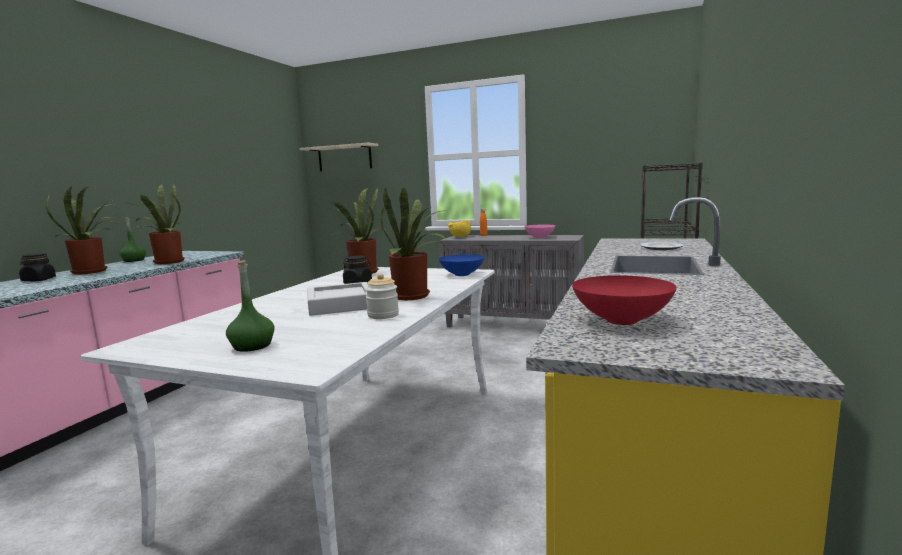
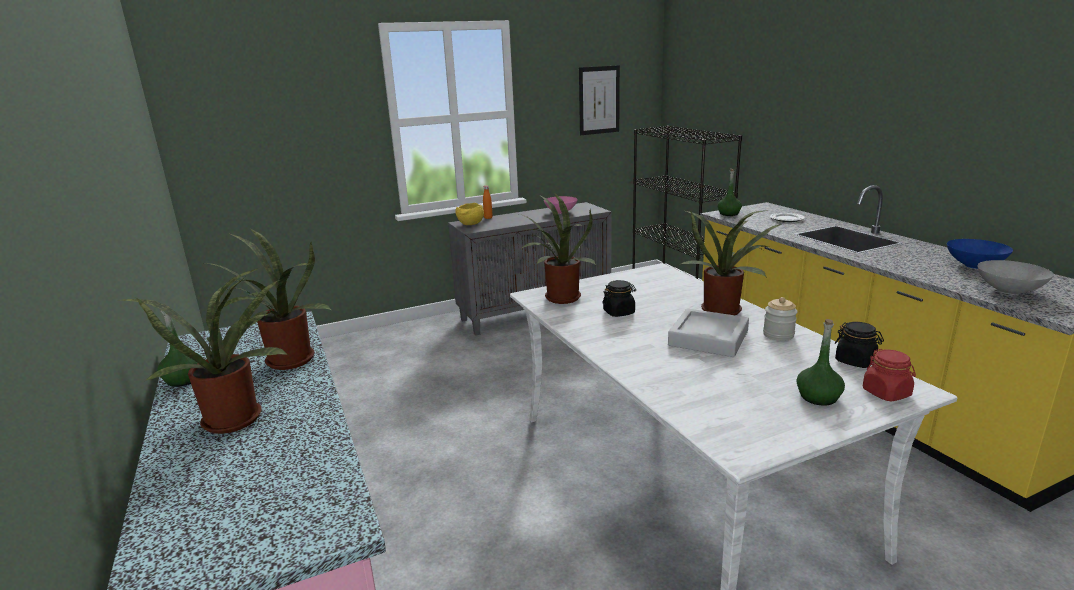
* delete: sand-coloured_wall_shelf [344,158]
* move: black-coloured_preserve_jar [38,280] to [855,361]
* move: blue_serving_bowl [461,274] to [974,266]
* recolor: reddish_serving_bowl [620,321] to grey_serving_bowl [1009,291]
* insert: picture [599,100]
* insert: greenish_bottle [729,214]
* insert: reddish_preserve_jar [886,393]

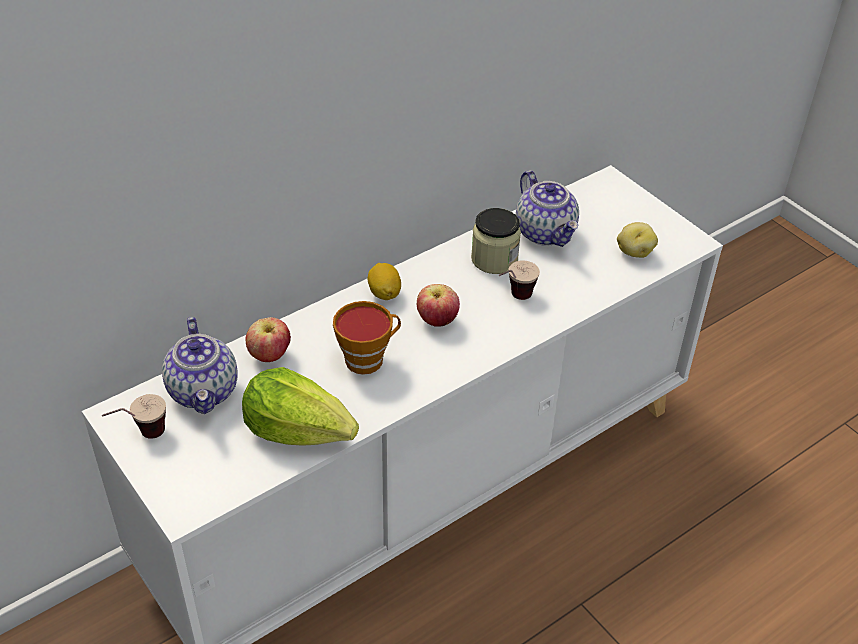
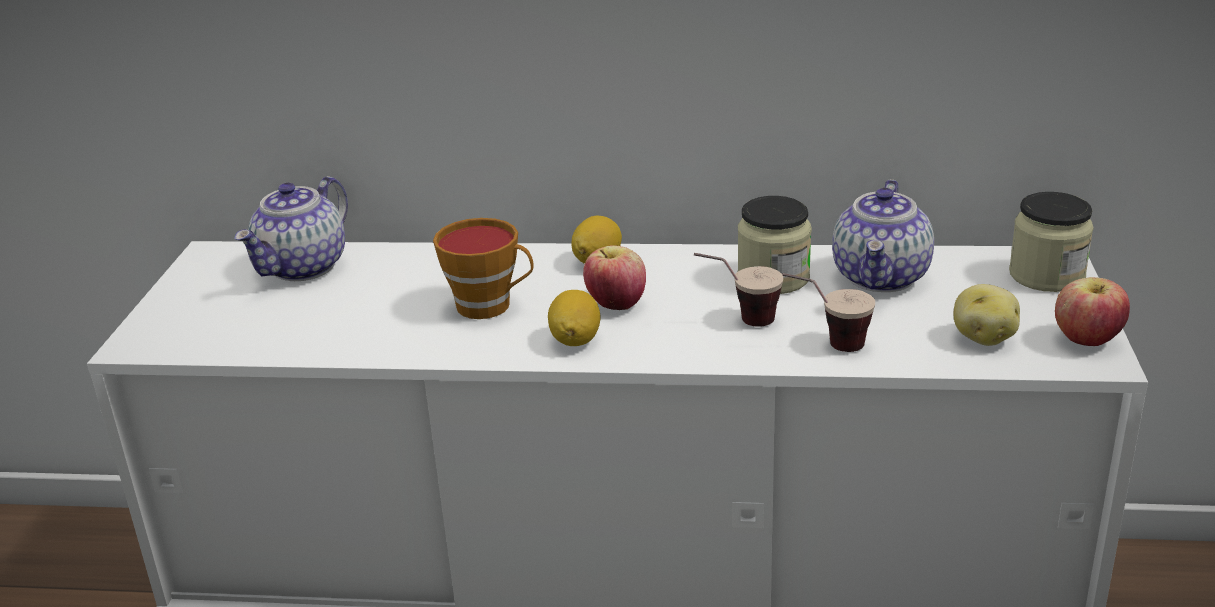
* move: whole_apple [270,355] to [1087,340]
* delete: head_of_lettuce [299,430]
* move: cup [140,437] to [826,345]
* insert: preserve_jar [1046,275]
* insert: whole_lemon [575,340]

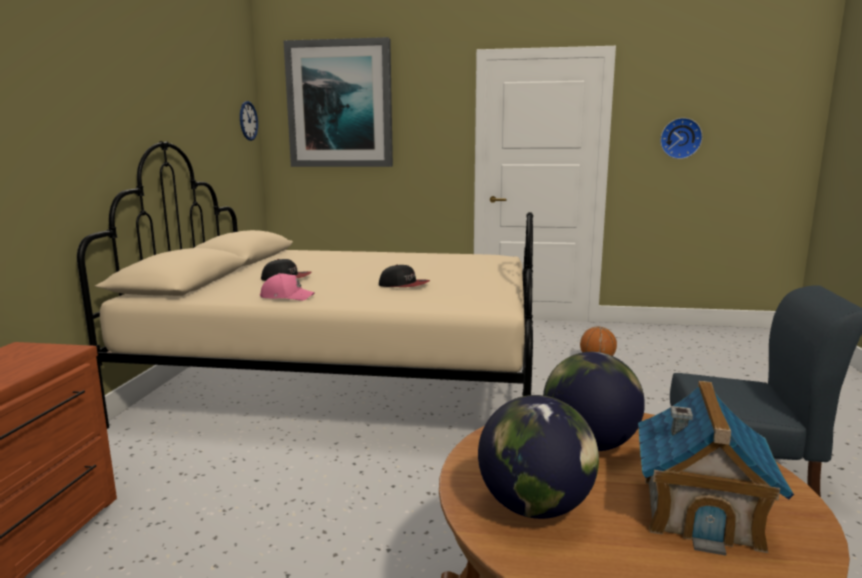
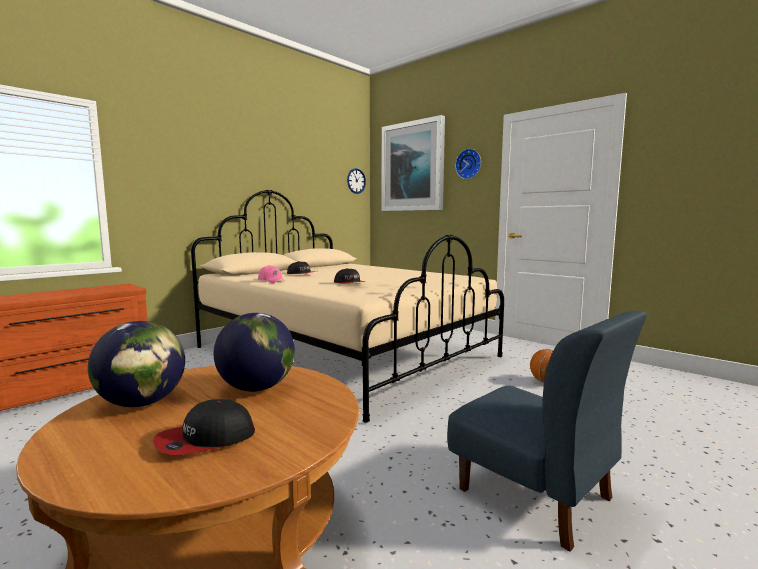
* move: clock_on_the_wall [680,138] to [469,164]
* replace: toy_house [701,511] to peaked_cap [206,439]

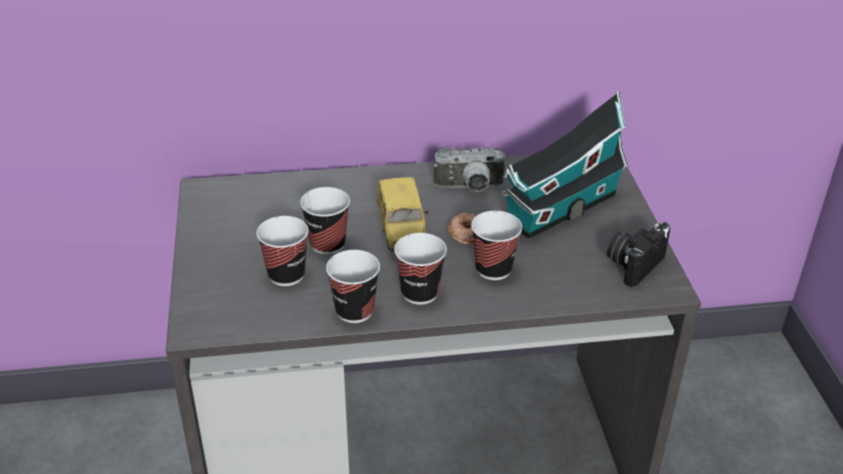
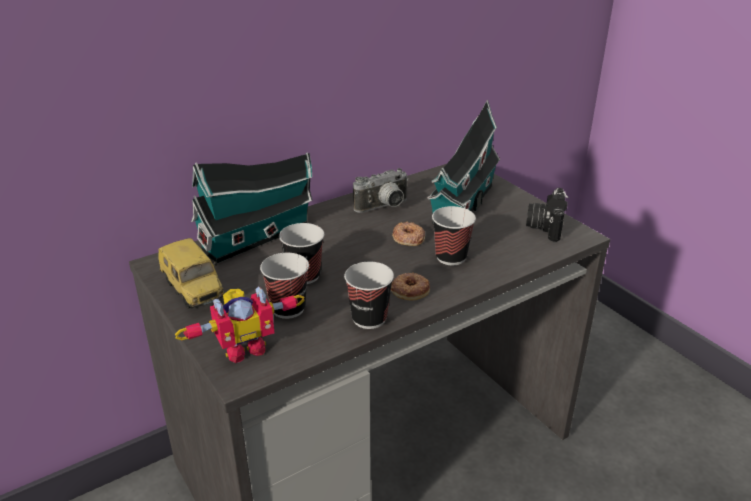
* move: miniature_car [403,233] to [195,291]
* replace: cup [420,293] to doughnut [410,290]
* insert: toy_house [260,236]
* insert: model_robot [244,348]

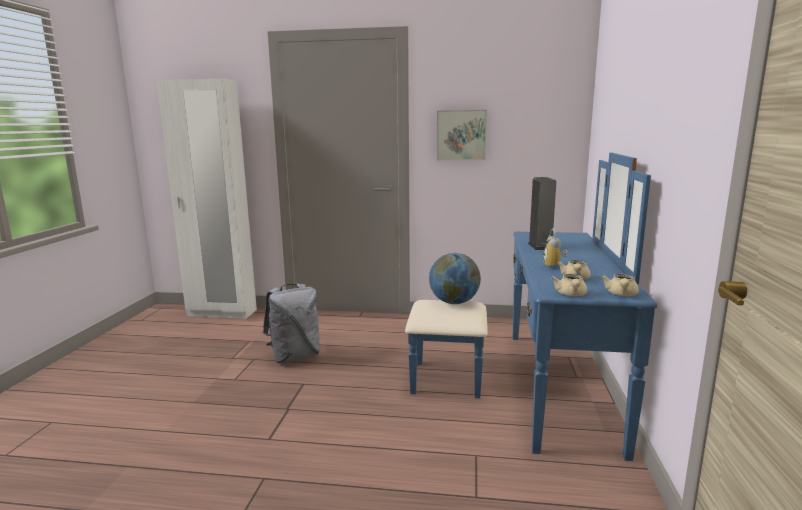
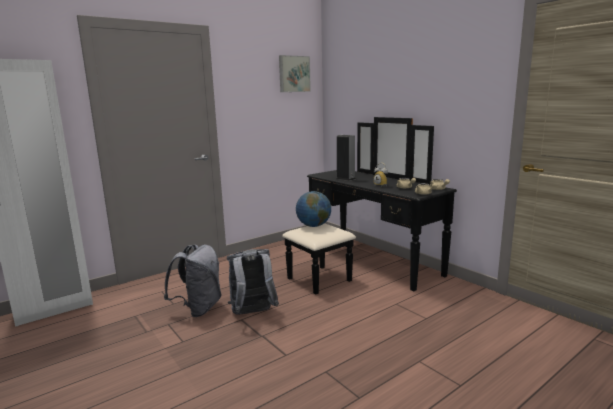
* move: picture [461,135] to [293,74]
* recolor: blue_chest_of_drawers [532,384] to black-coloured_chest_of_drawers [361,264]
* insert: grey_rucksack [253,314]

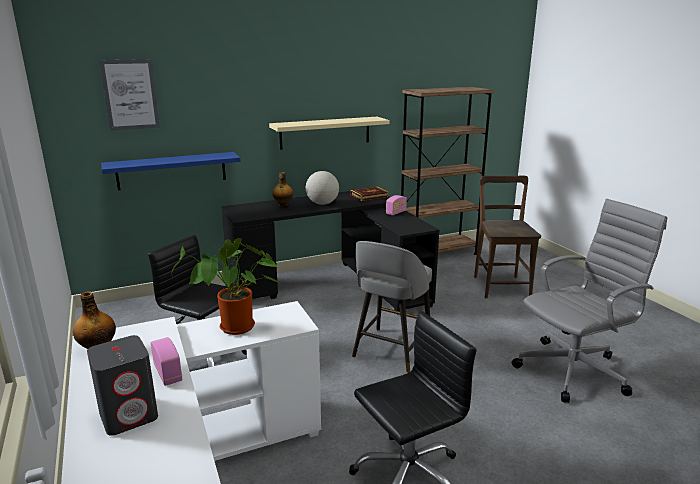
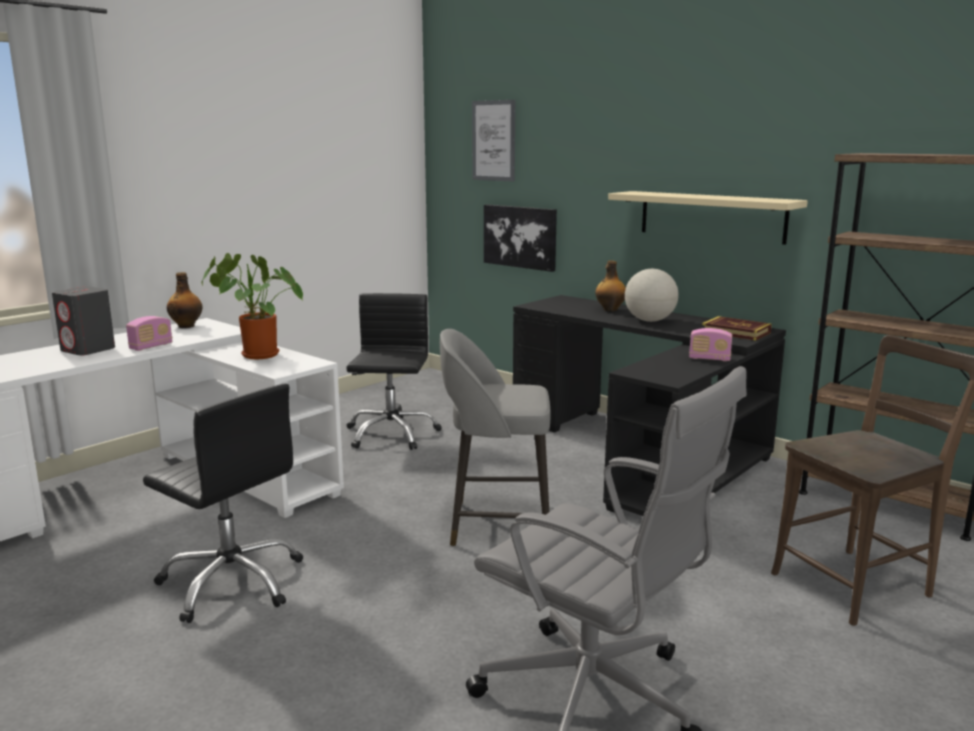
* replace: blue_wall_shelf [172,170] to picture [520,236]

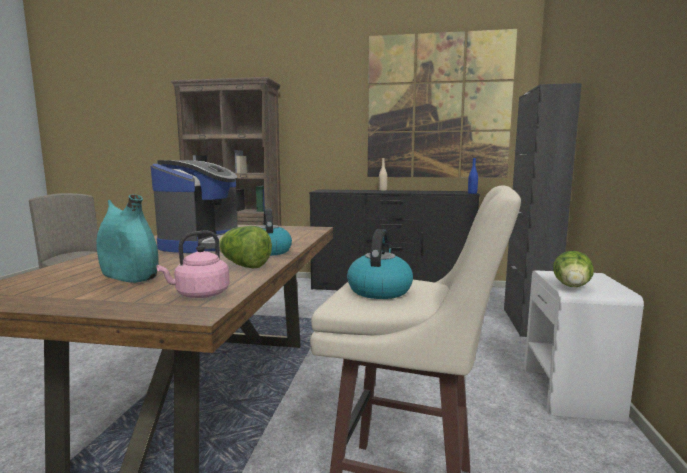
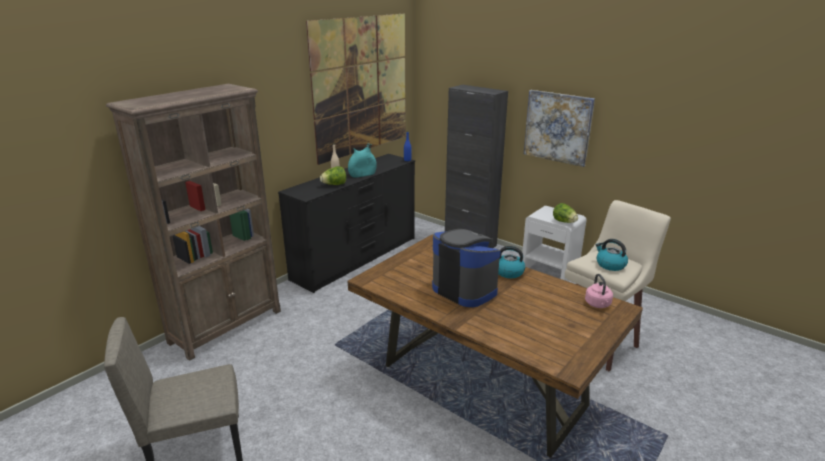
* move: turquoise_decorative_vase [129,277] to [362,175]
* move: head_of_lettuce [244,266] to [334,185]
* insert: picture [558,127]

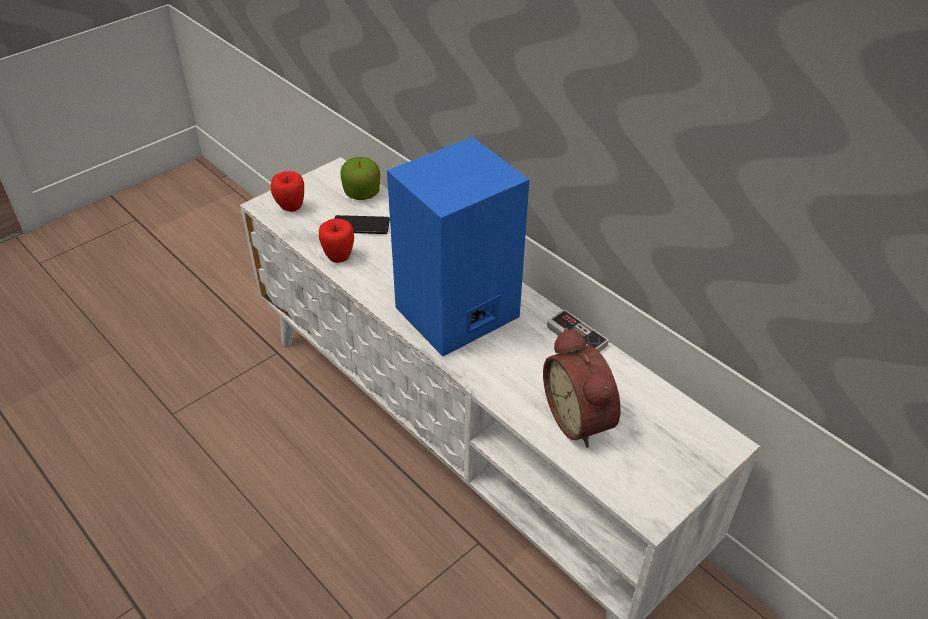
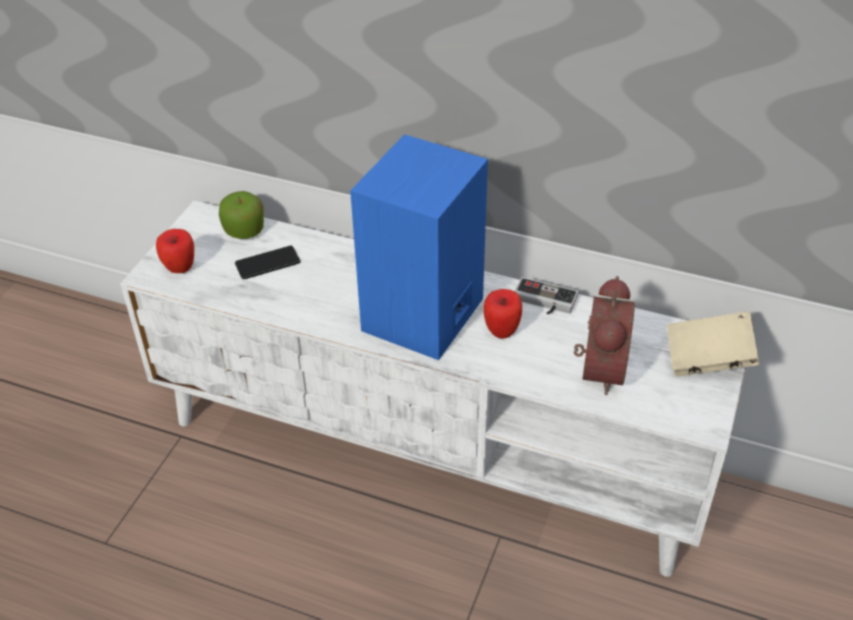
* move: whole_apple [339,257] to [501,331]
* rotate: bedside_clock [581,418] = [598,369] 120 degrees counterclockwise
* insert: sand-coloured_book [707,359]

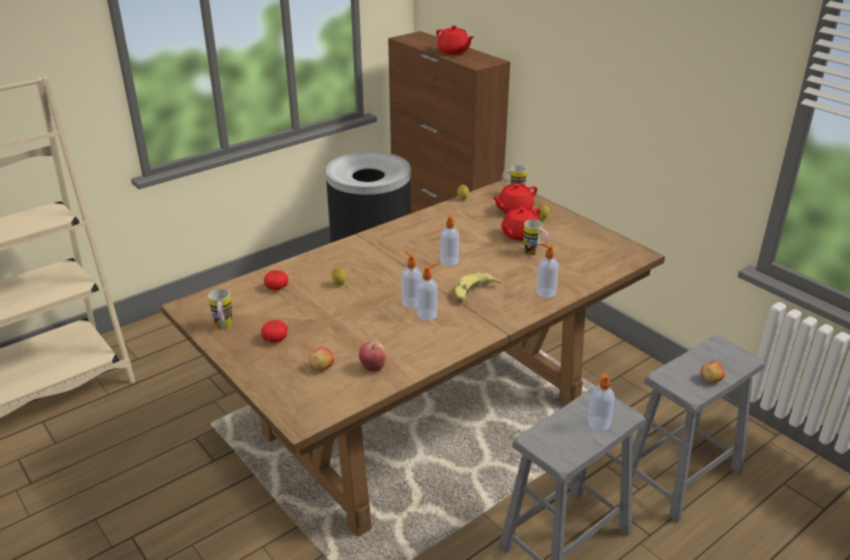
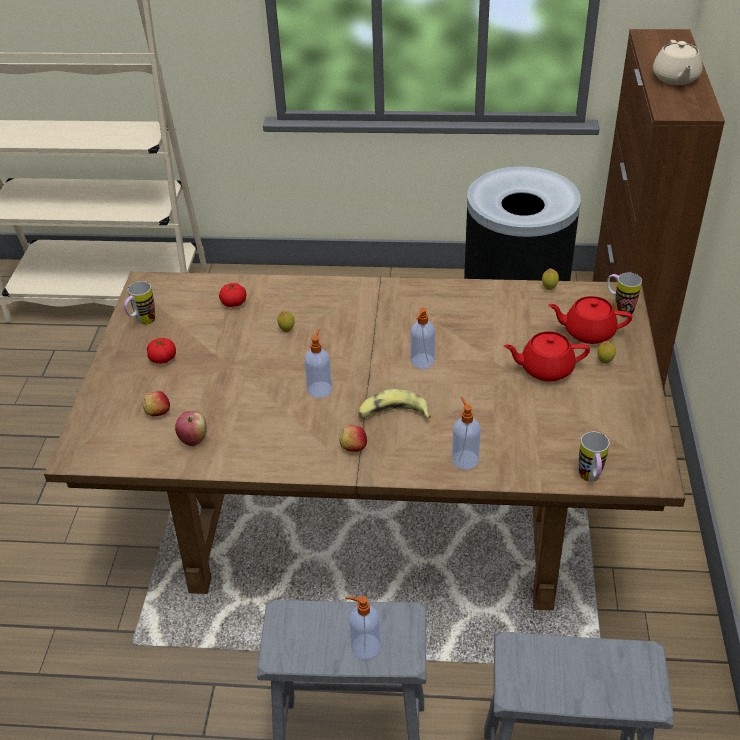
* recolor: reddish_tea_pot [454,51] to sand-coloured_tea_pot [675,78]
* move: tea_mug [534,253] to [590,480]
* delete: liquid_soap_bottle [427,314]
* move: whole_apple [711,379] to [353,446]

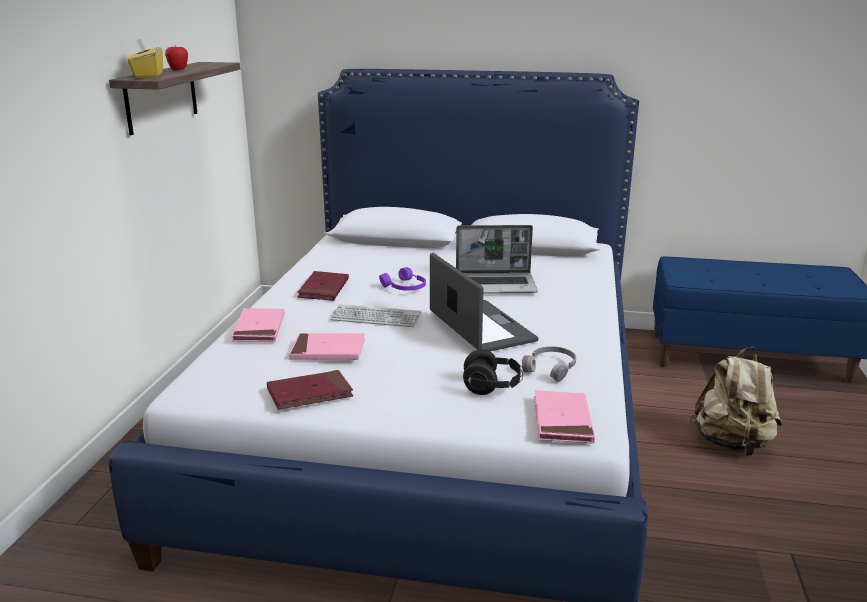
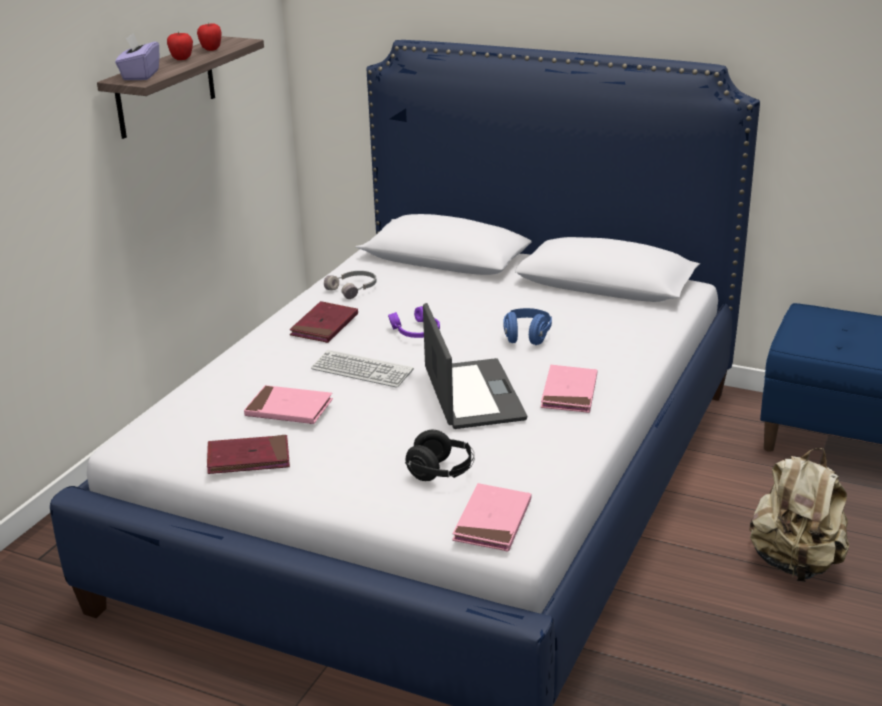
* recolor: yellowish_tissue_holder [148,76] to purple_tissue_holder [140,75]
* replace: notebook_computer [496,285] to blue_pair_of_headphones [526,337]
* move: pinkish_book [259,328] to [569,392]
* move: grey_pair_of_headphones [551,368] to [354,289]
* insert: whole_apple [211,49]

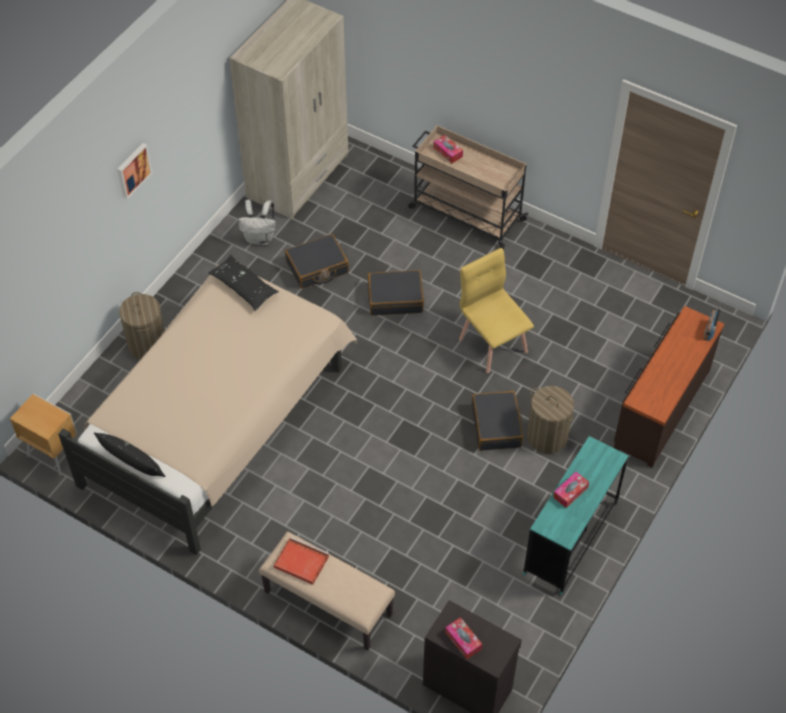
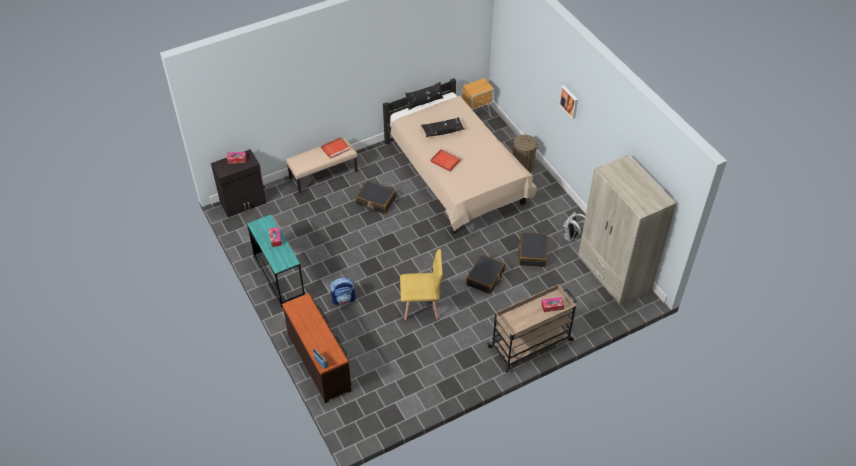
* move: black-coloured_throw_pillow [243,287] to [442,130]
* replace: hamper [547,436] to rucksack [343,299]
* move: black-coloured_suitcase [496,426] to [376,201]
* insert: reddish_carrying_tray [444,161]

